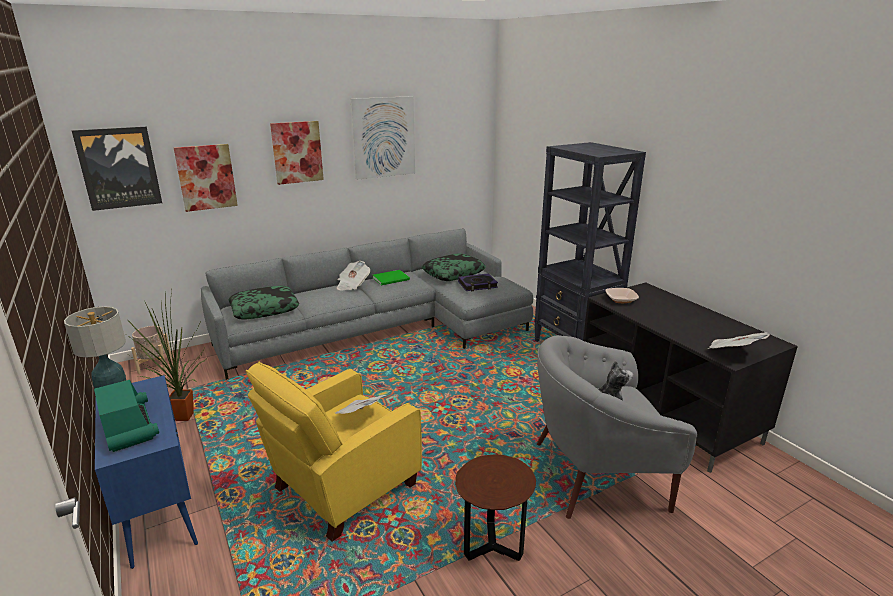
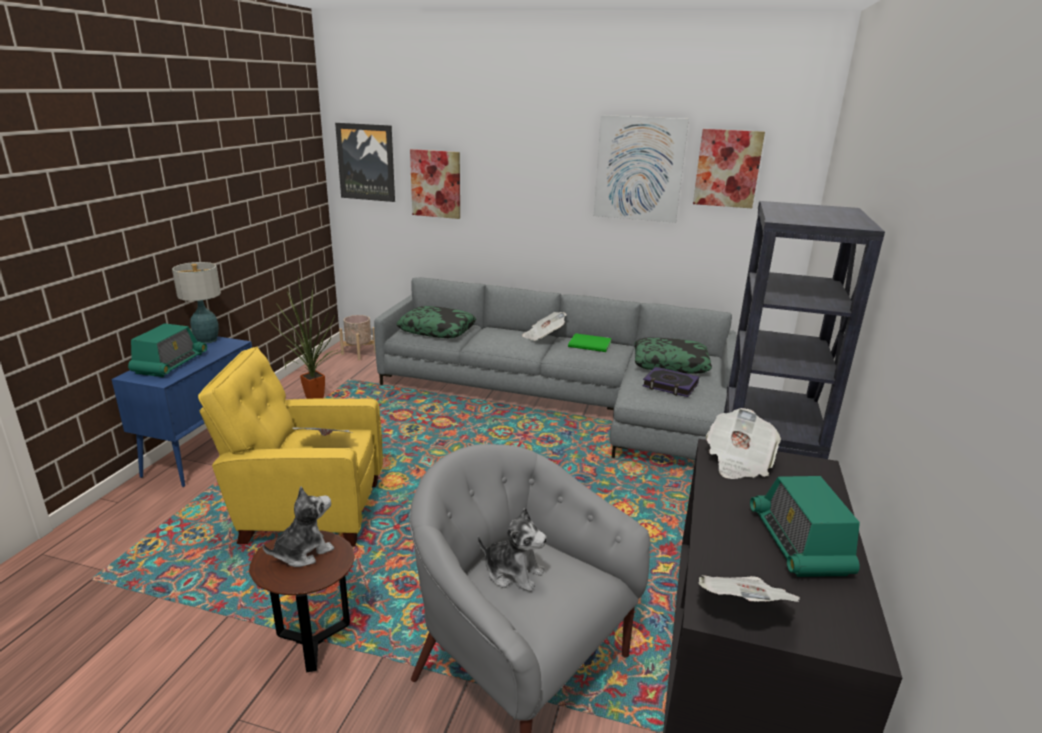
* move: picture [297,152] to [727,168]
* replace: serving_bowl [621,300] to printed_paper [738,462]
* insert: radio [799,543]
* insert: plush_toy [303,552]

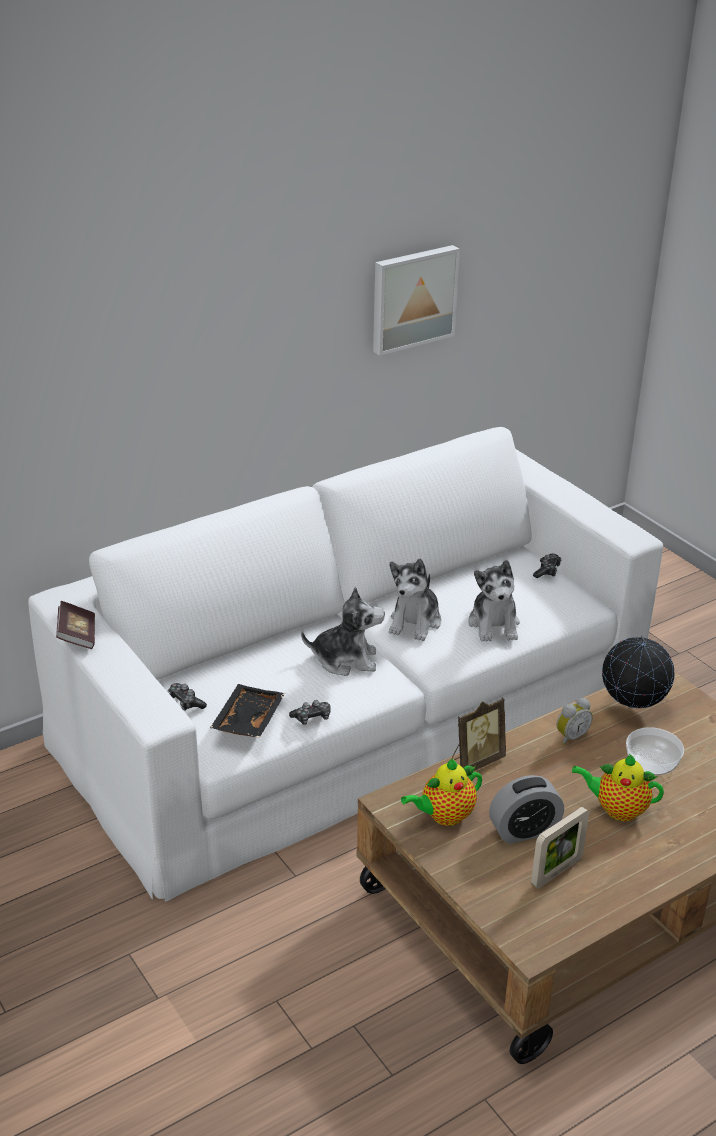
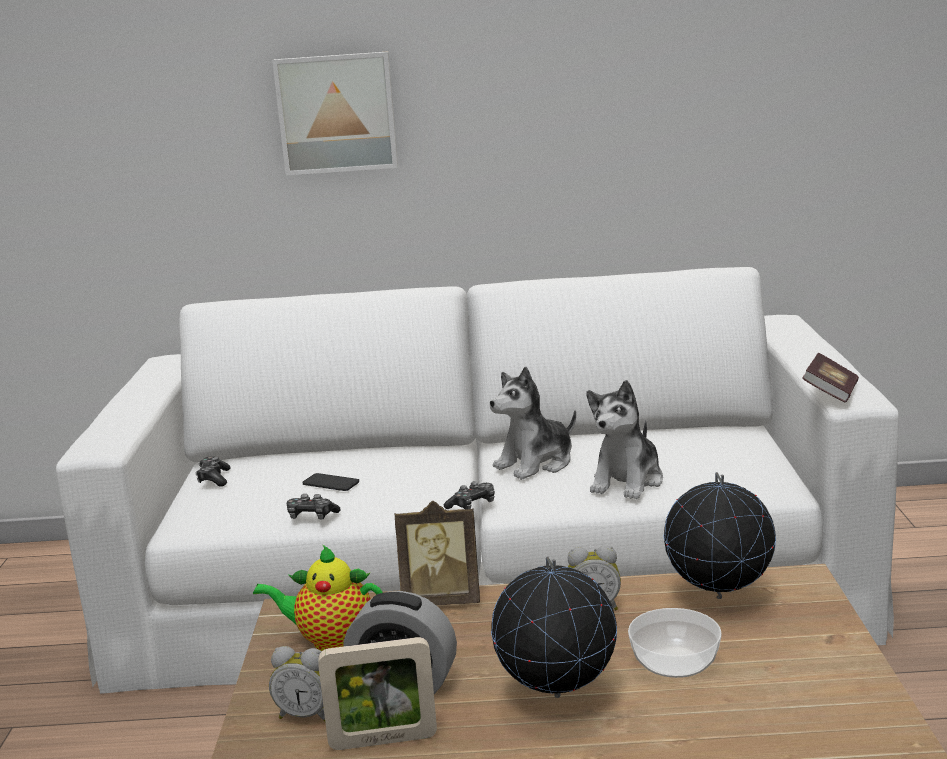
* move: picture [412,298] to [337,113]
* move: gamepad [547,571] to [472,505]
* delete: plush_toy [345,660]
* move: book [77,636] to [830,393]
* delete: black-coloured_carrying_tray [247,720]
* replace: tea_pot [617,809] to desk_globe [557,698]
* insert: phone [331,483]
* insert: bedside_clock [307,715]

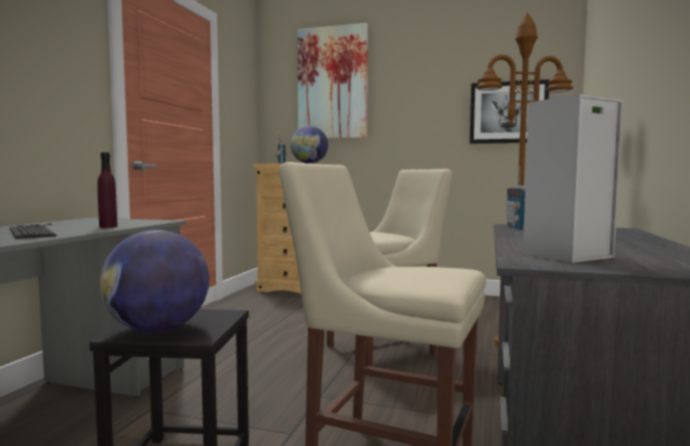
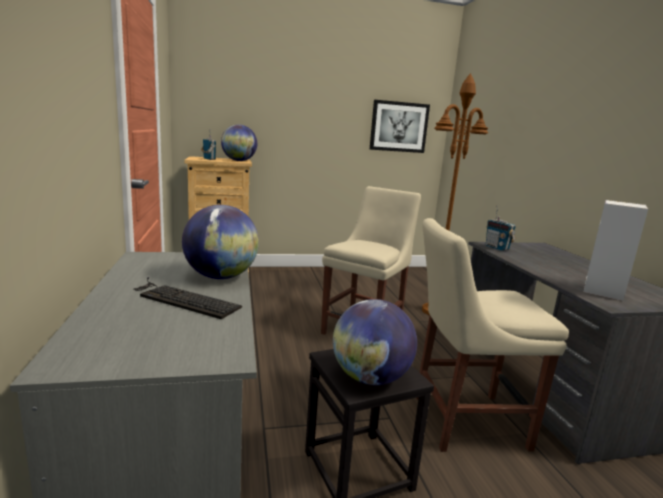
* delete: picture [332,83]
* replace: purple_bottle [108,227] to desk_globe [221,277]

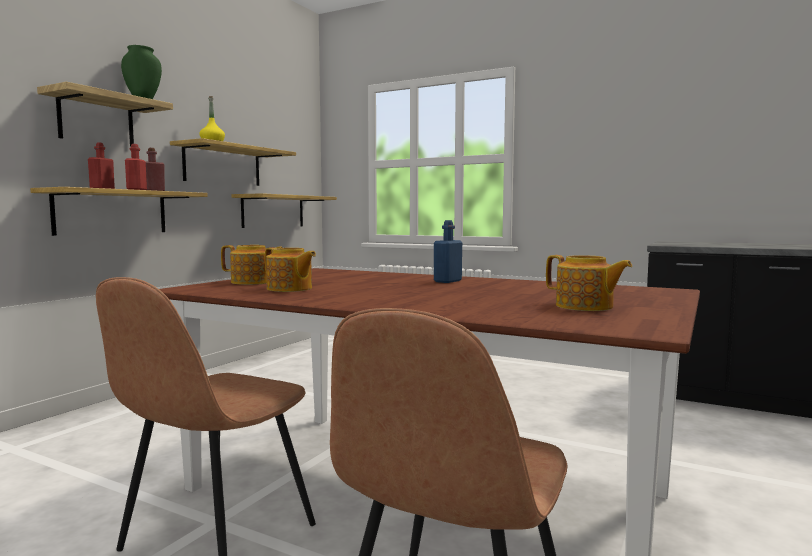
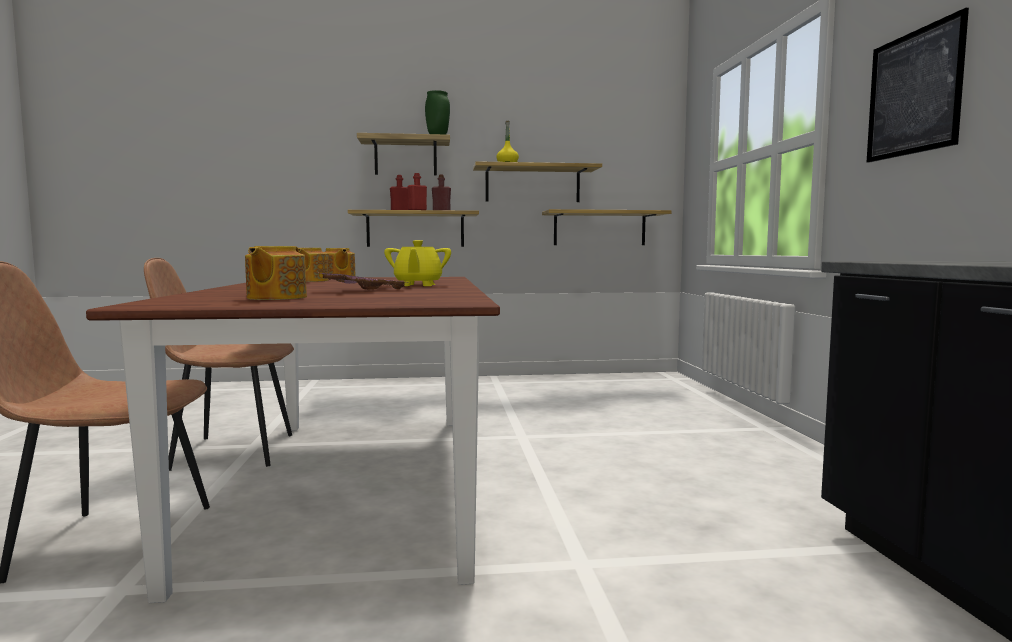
* replace: blue_bottle [447,281] to yellowish_tea_pot [418,285]
* insert: picture [913,93]
* insert: pinkish_carrying_tray [363,290]

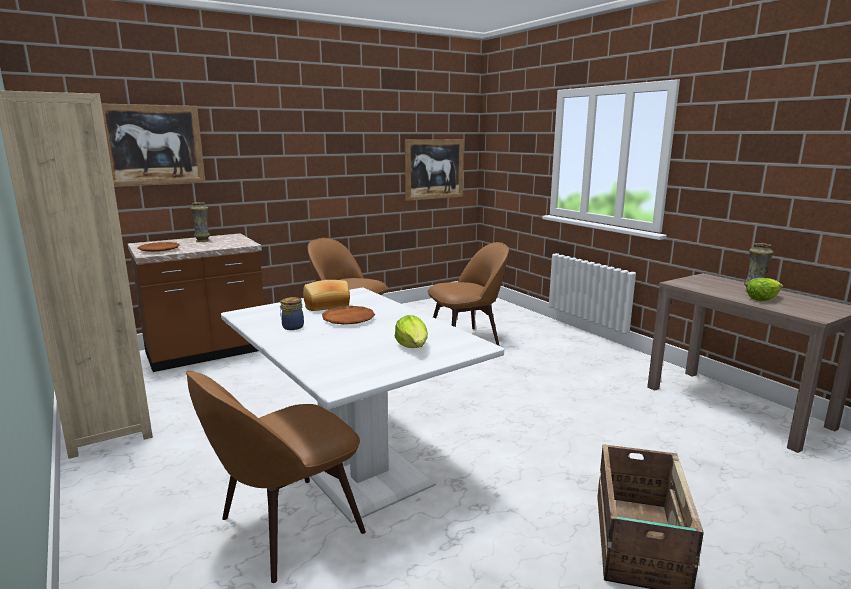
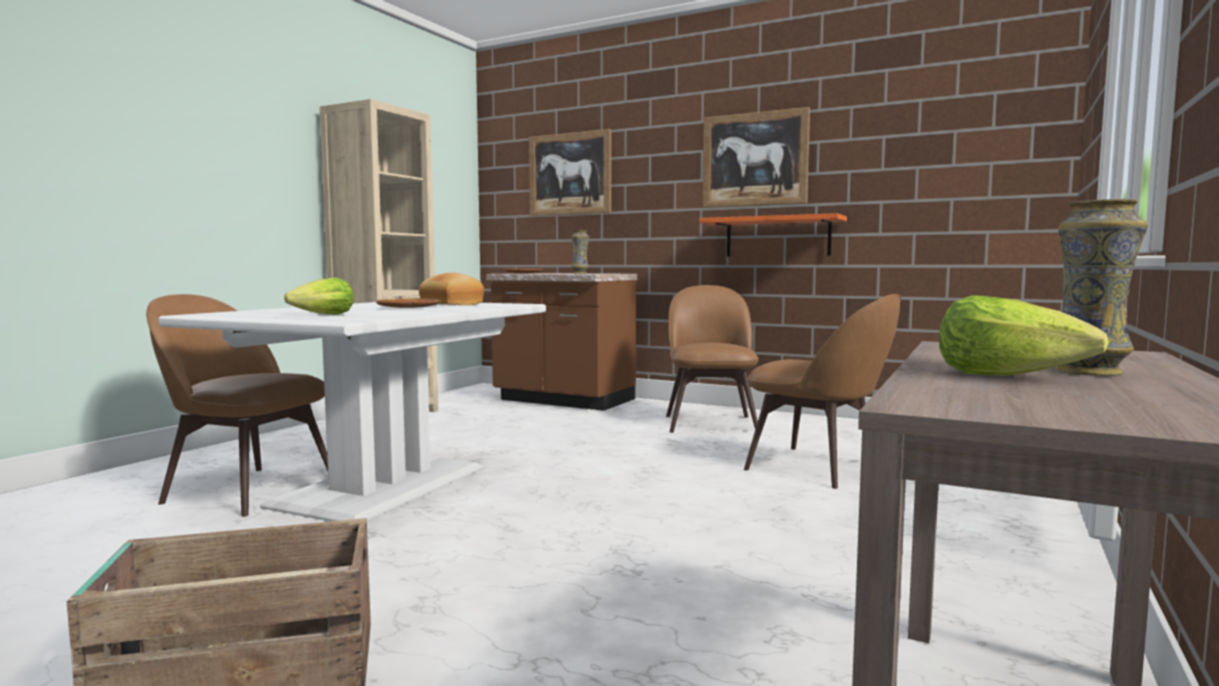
* move: picture [434,169] to [754,159]
* delete: preserve_jar [292,327]
* insert: orangey_wall_shelf [777,237]

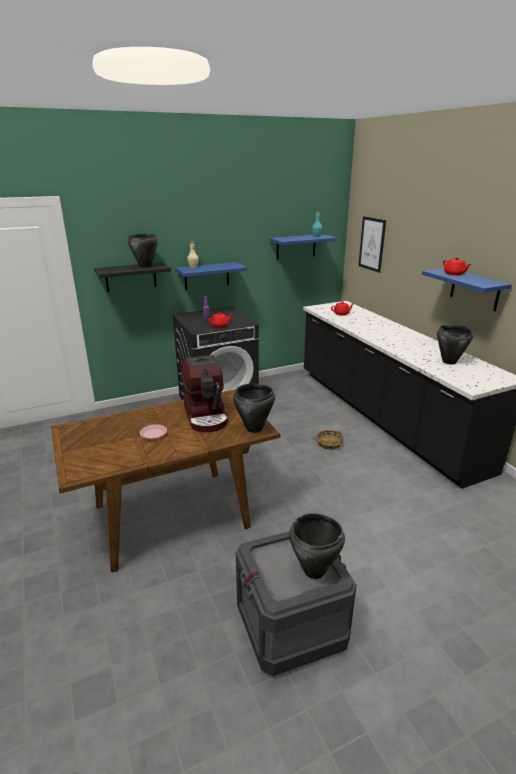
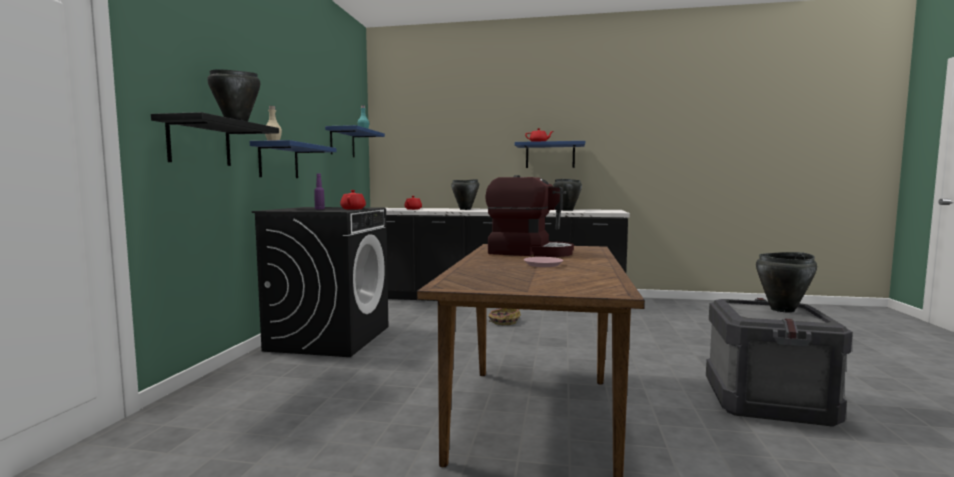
* delete: picture [372,244]
* move: black-coloured_cooking_pot [254,428] to [465,209]

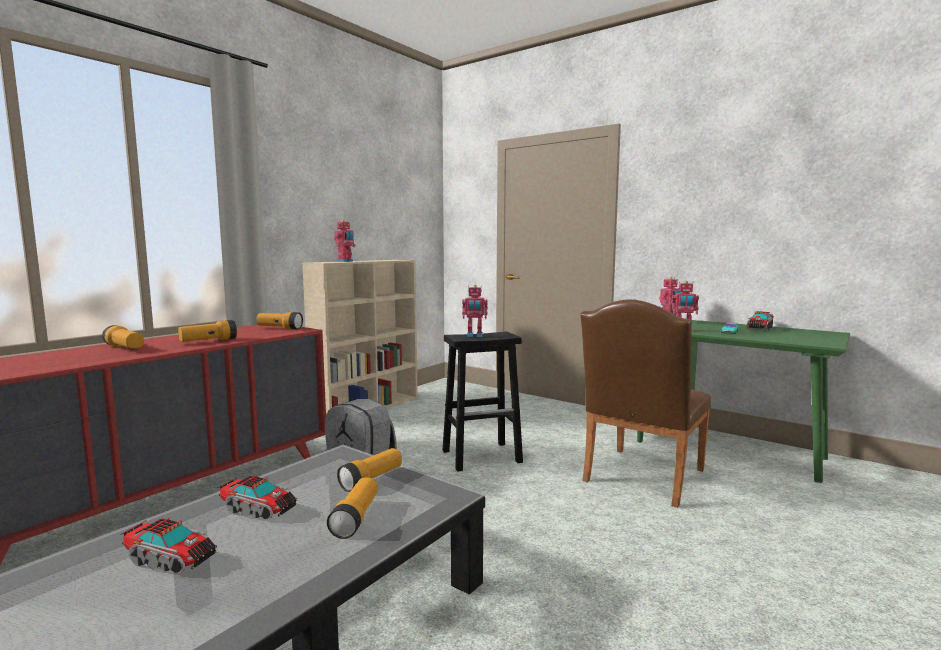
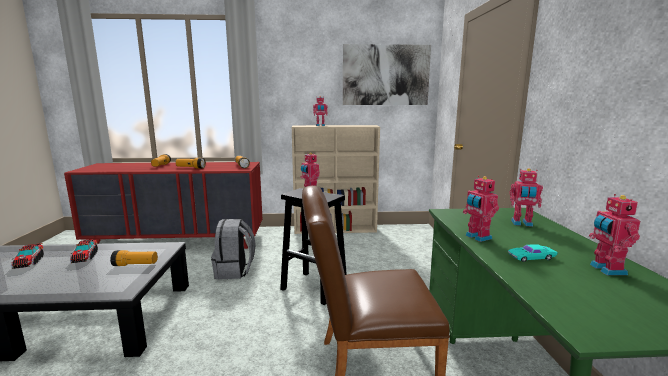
* replace: toy_lorry [759,329] to model_robot [606,269]
* delete: torch [355,518]
* insert: picture [386,75]

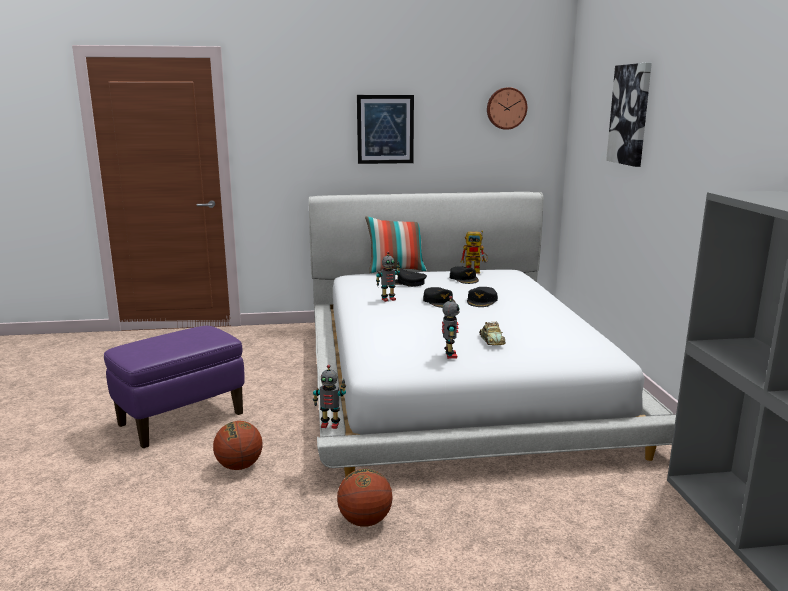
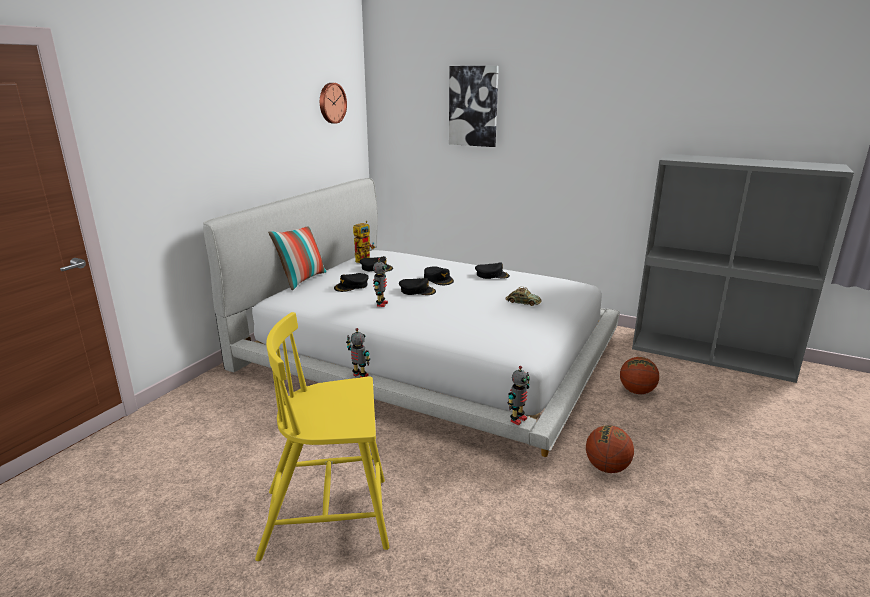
* delete: picture [385,129]
* move: model_robot [449,355] to [360,376]
* replace: purple_ottoman [182,419] to yellowish_upright_chair [329,517]
* move: basketball [239,466] to [636,391]
* insert: black-coloured_peaked_cap [492,275]

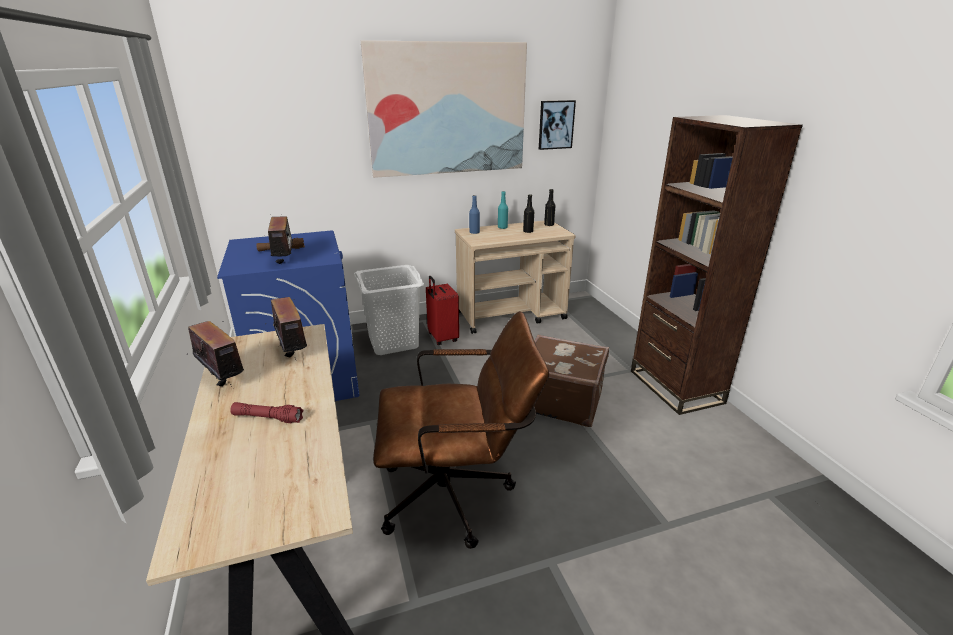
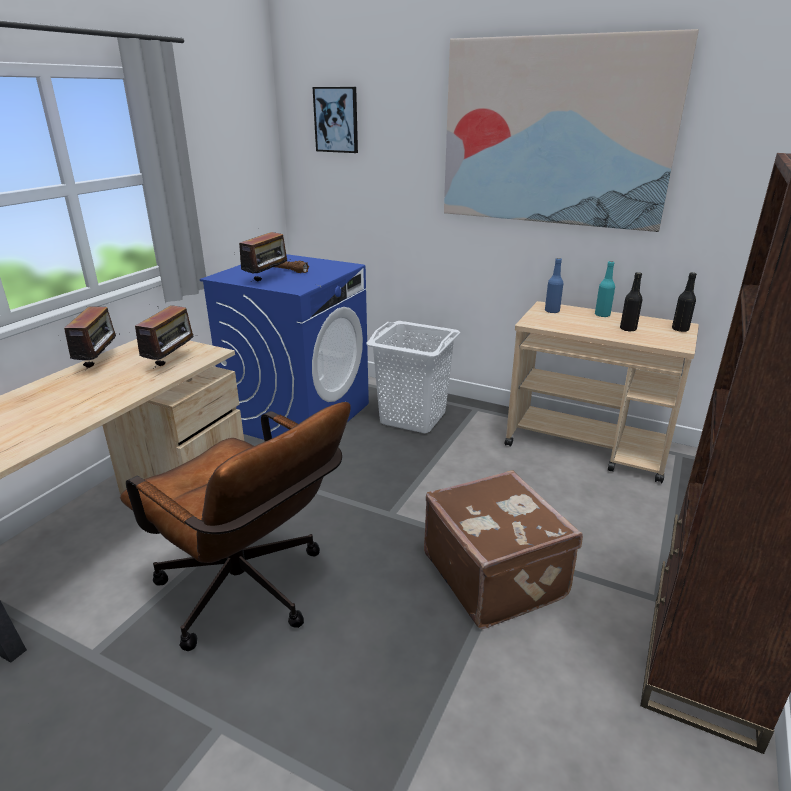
* move: picture [556,125] to [336,120]
* delete: reddish_suitcase [442,338]
* delete: reddish_torch [267,418]

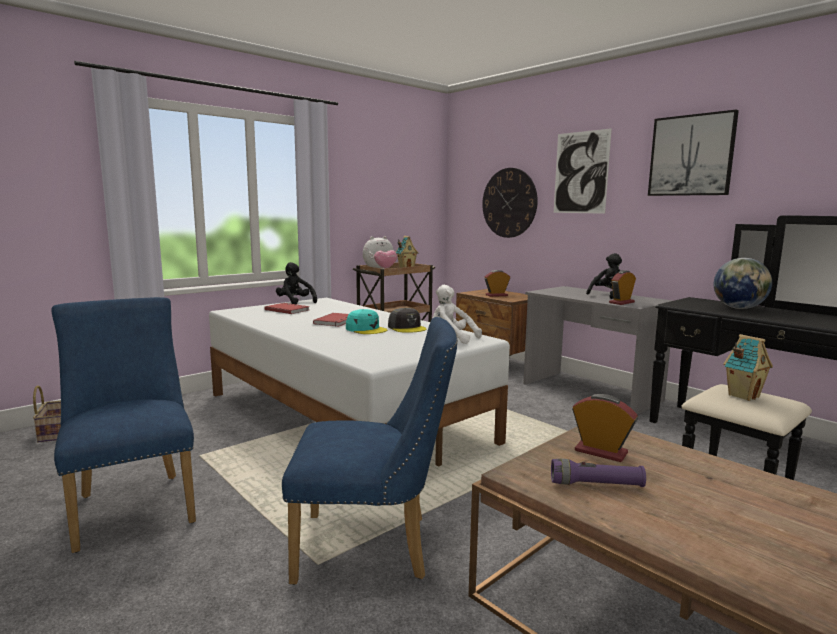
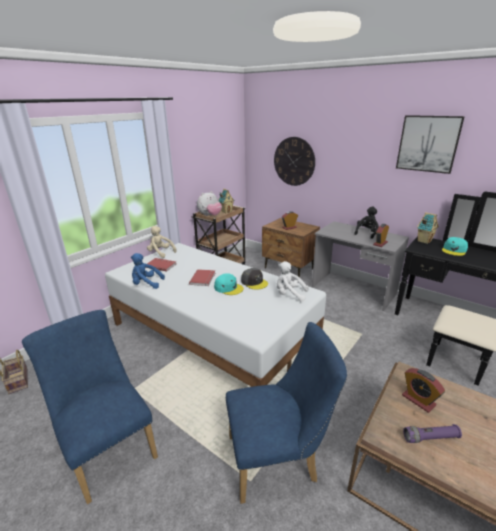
* delete: picture [581,172]
* replace: desk_globe [739,308] to turquoise_peaked_cap [454,250]
* recolor: black-coloured_plush_toy [295,302] to sand-coloured_plush_toy [160,253]
* move: toy_house [743,396] to [424,241]
* rotate: bedside_clock [601,452] = [418,400] 150 degrees counterclockwise
* insert: blue_plush_toy [146,284]

